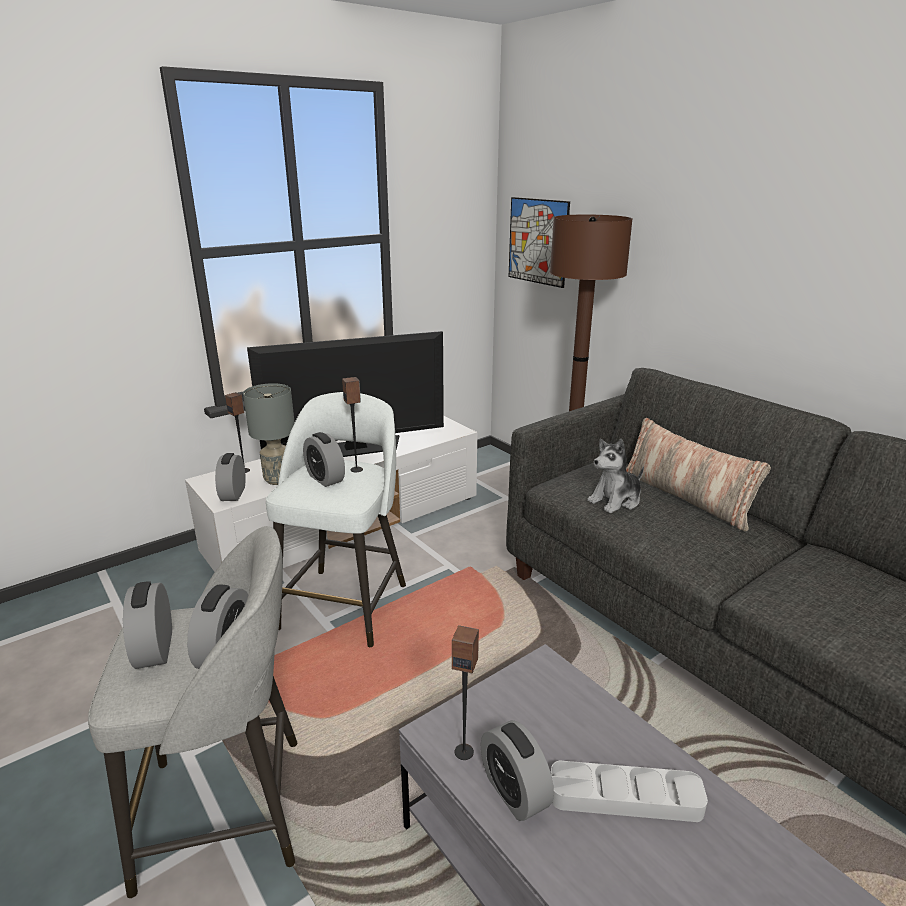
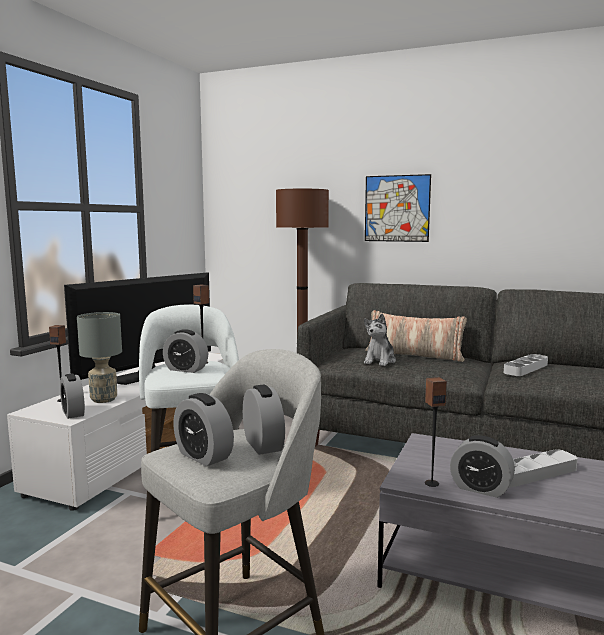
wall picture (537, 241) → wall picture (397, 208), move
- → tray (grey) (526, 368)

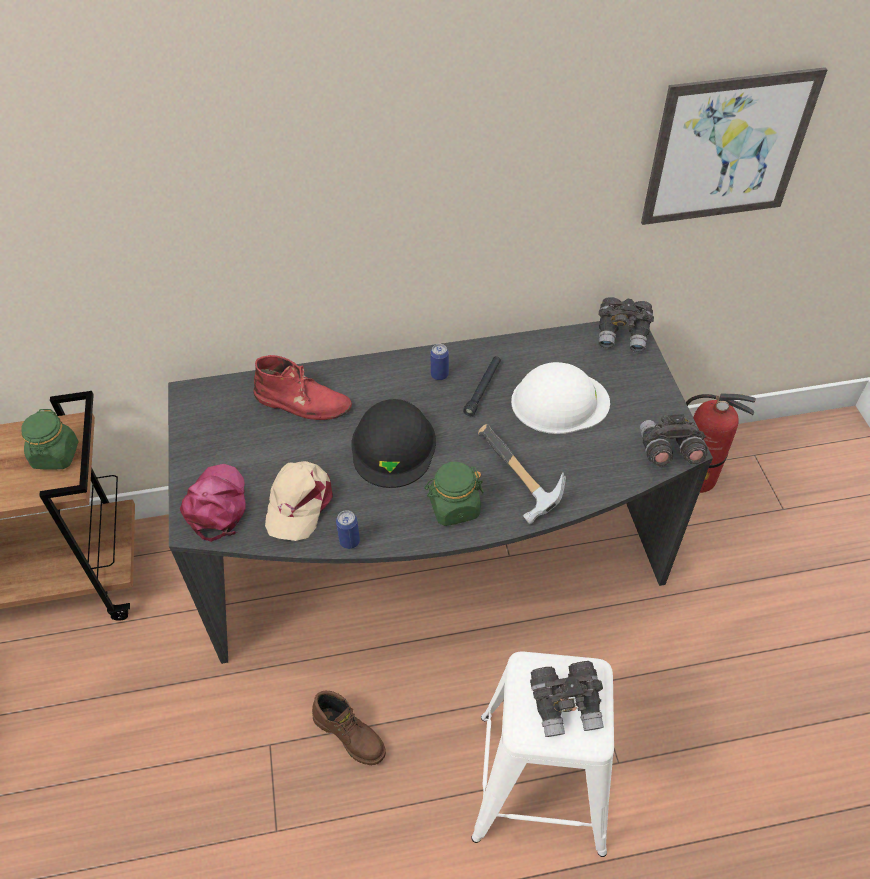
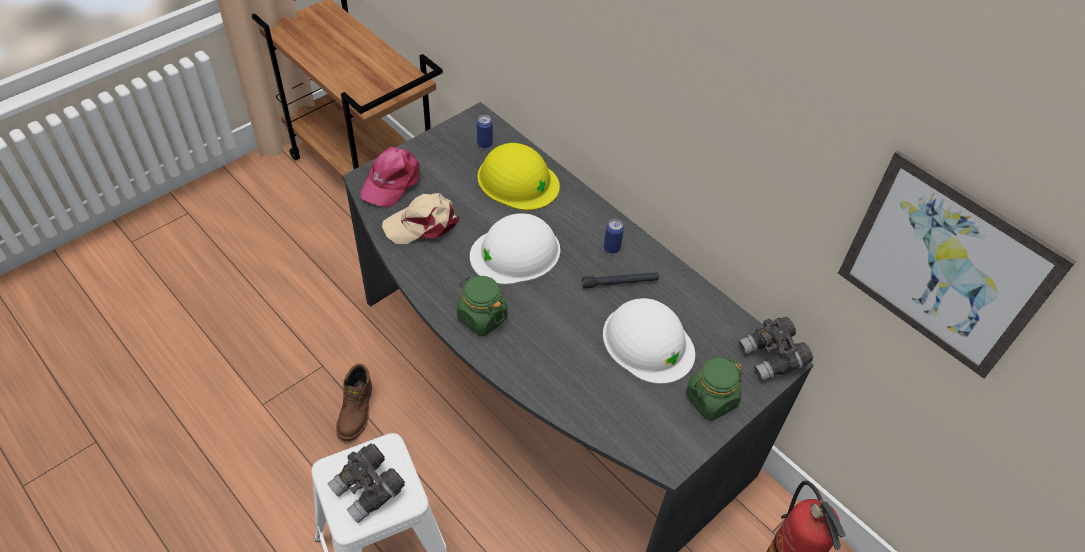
storage jar (greenish) (56, 455) → storage jar (greenish) (710, 400), move
cap (pink-coloured) (216, 505) → cap (pink-coloured) (391, 181), 150 degrees clockwise
tall boot (reddish) (303, 402) → hard hat (yellow) (517, 180)
metal can (349, 541) → metal can (484, 143), move
hard hat (black-coloured) (393, 445) → hard hat (white-coloured) (516, 252)
tool hammer (514, 480) → -
field glasses (grey) (668, 452) → -

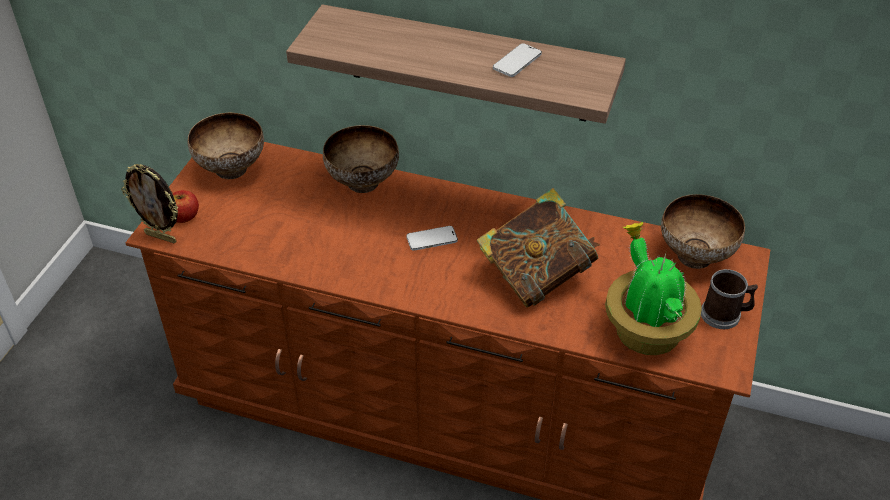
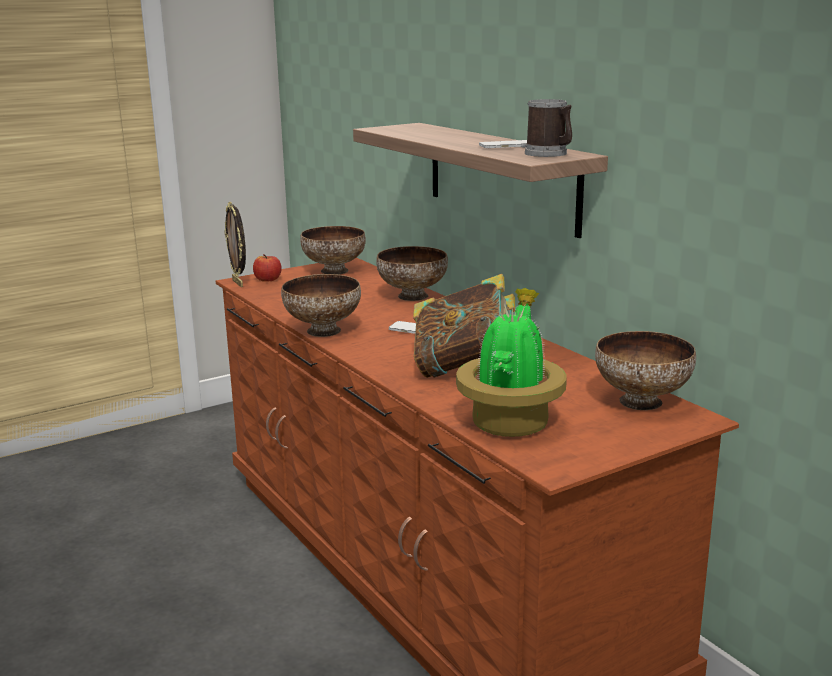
tea mug (725, 315) → tea mug (549, 154), move
- → deep dish (323, 330)

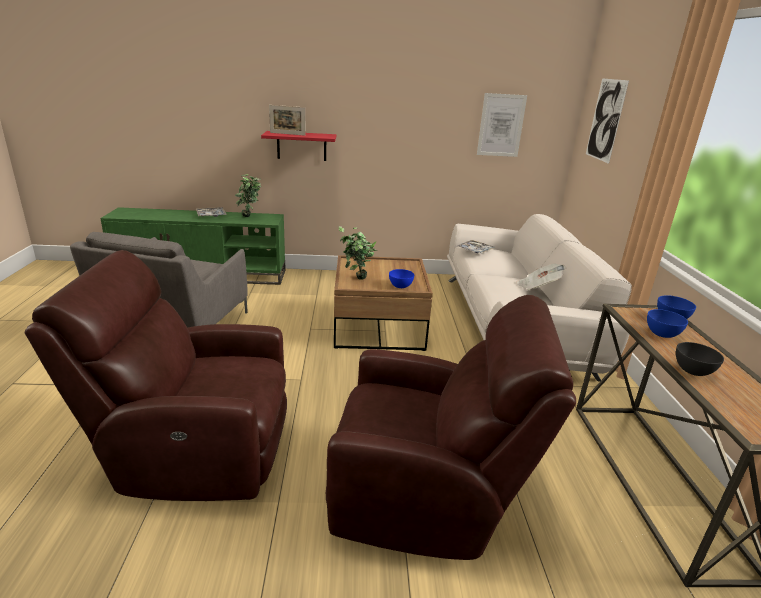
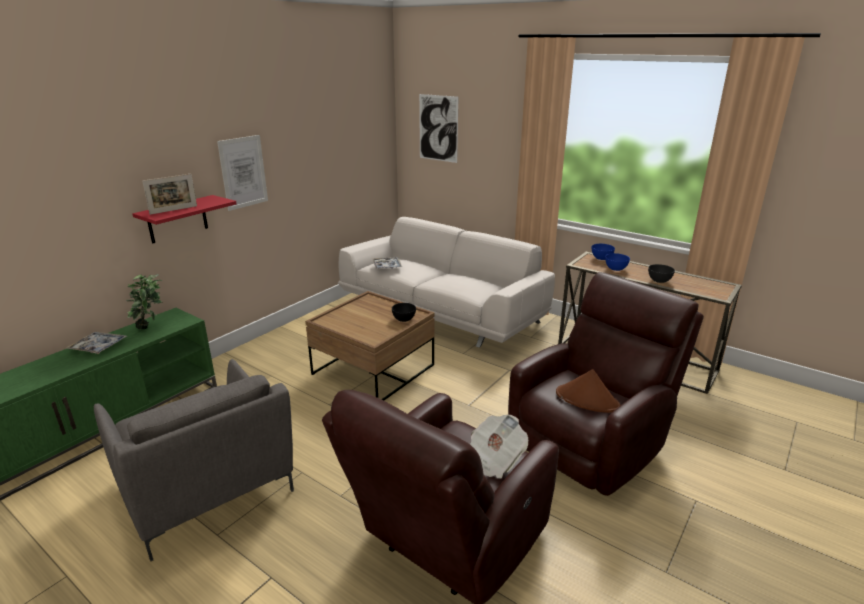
houseplant (356, 279) → -
deep dish (bluish) (400, 286) → deep dish (black-coloured) (404, 319)
wall picture (501, 125) → wall picture (243, 172), move
printed paper (538, 287) → printed paper (493, 459), move
- → clothing hat (brown) (587, 399)

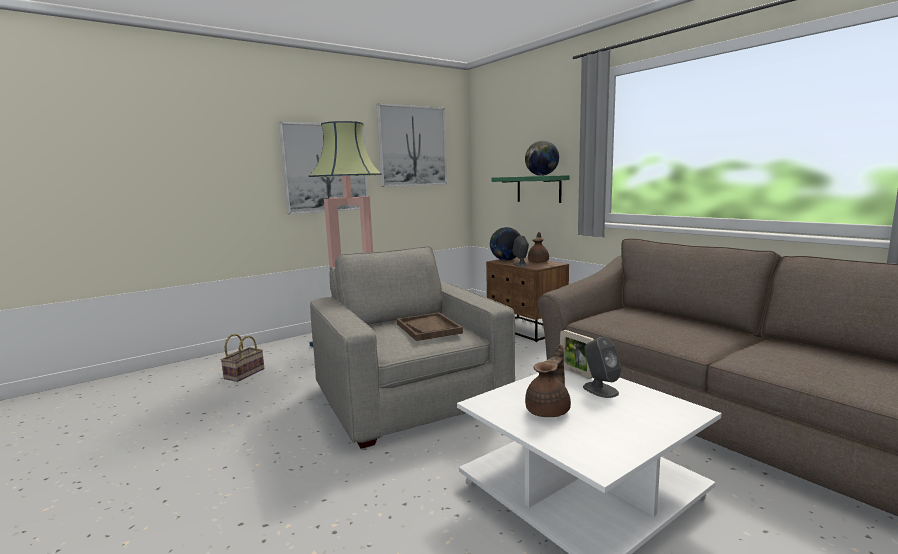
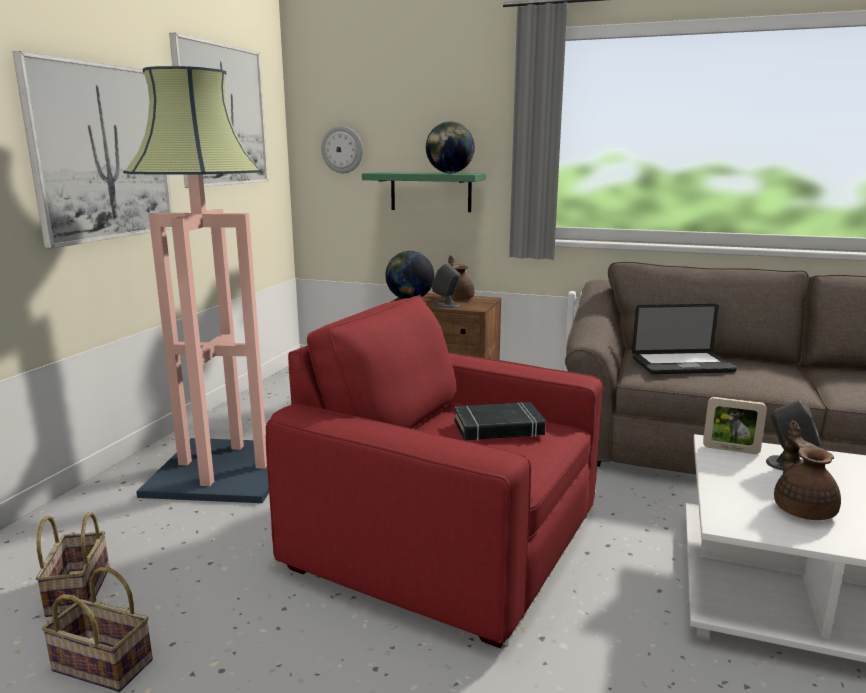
lounge chair (grey) (410, 398) → lounge chair (reddish) (447, 541)
tray (brown) (428, 328) → bound book (black-coloured) (498, 428)
- → storage basket (99, 666)
- → clock on the wall (342, 149)
- → notebook computer (682, 365)

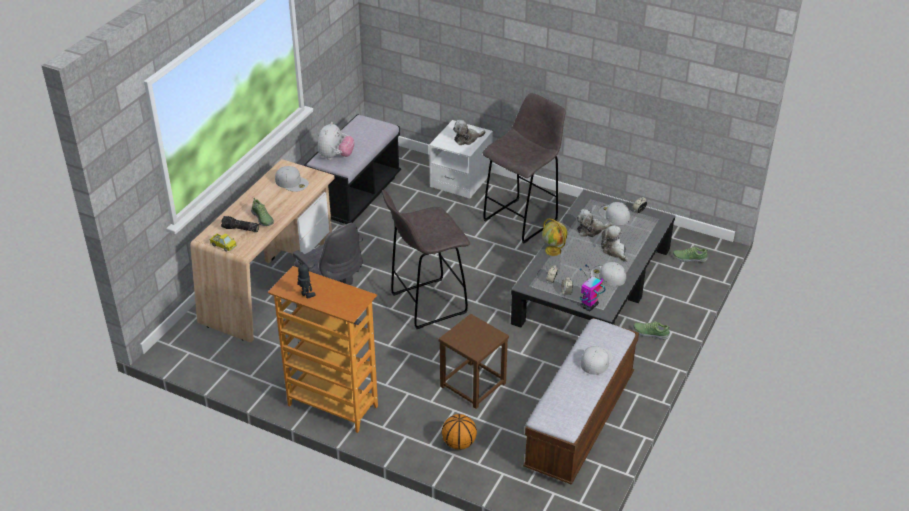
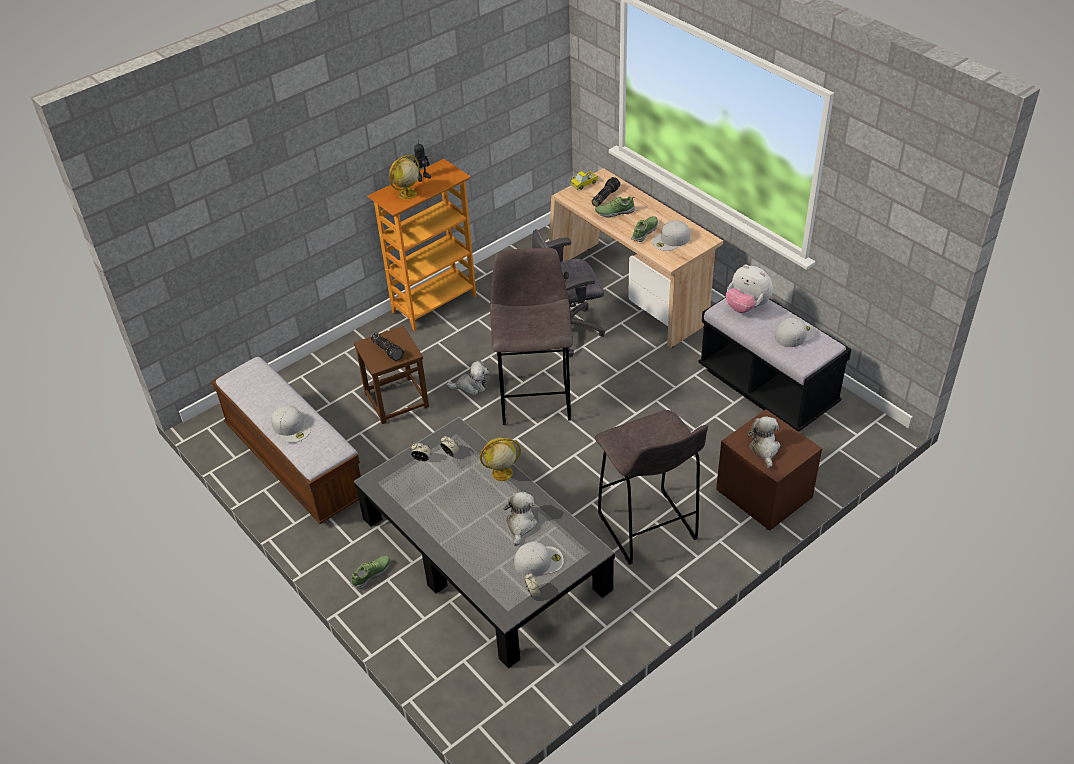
night table (white-coloured) (461, 180) → night table (brown) (764, 494)
basketball (458, 443) → -
robot figure (589, 306) → -
cap (white-coloured) (607, 276) → cap (white-coloured) (794, 334), move
soft toy (614, 251) → soft toy (471, 386), move
item of footwear (689, 258) → item of footwear (645, 232), move
- → hand torch (388, 350)
- → globe (407, 194)

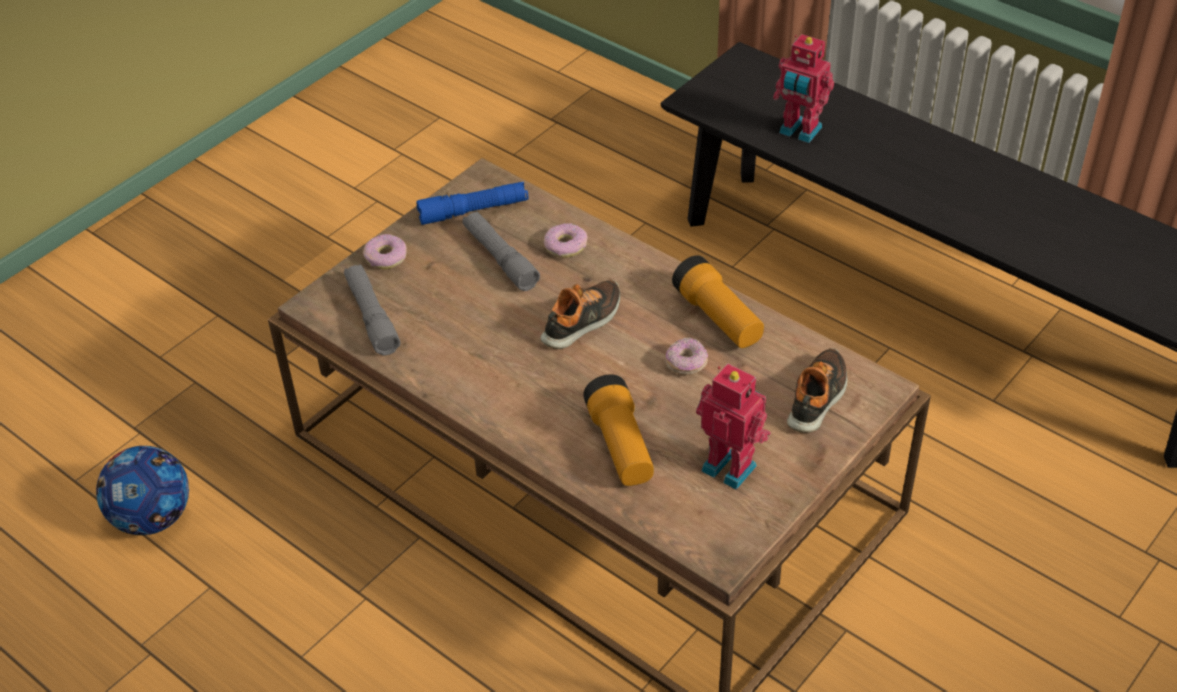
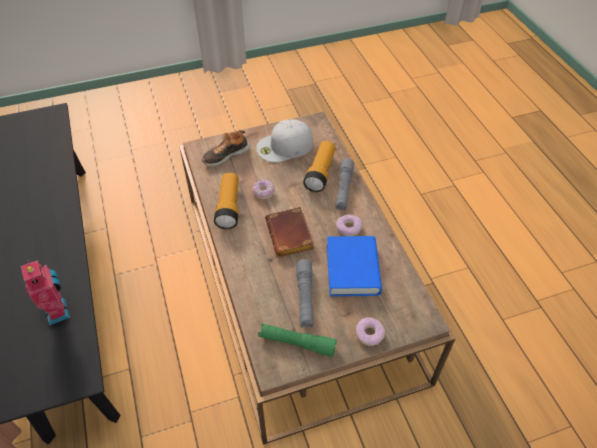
ball for football (153, 518) → -
hand torch (grey) (371, 316) → hand torch (grey) (344, 189), move
hand torch (bluish) (473, 211) → hand torch (greenish) (297, 343)
item of footwear (583, 322) → bound book (brown) (291, 236)
donut (565, 246) → donut (349, 228), move
robot figure (731, 466) → cap (white-coloured) (284, 146)
- → bound book (bluish) (352, 269)

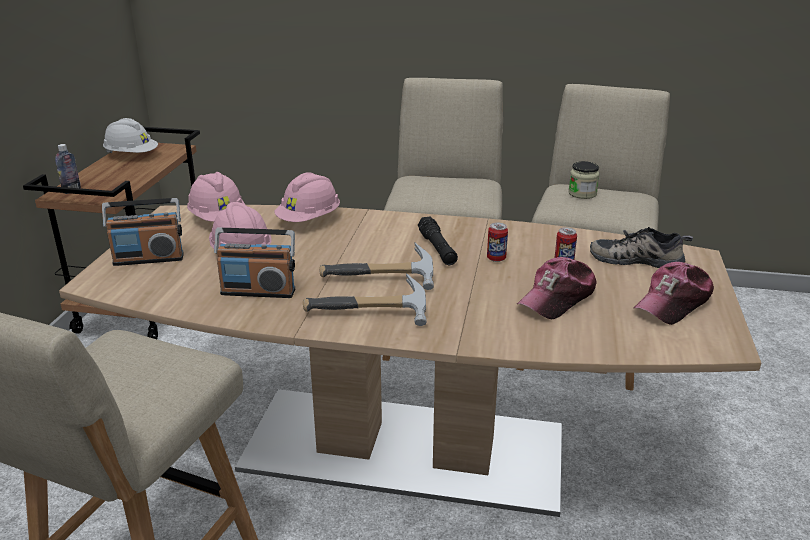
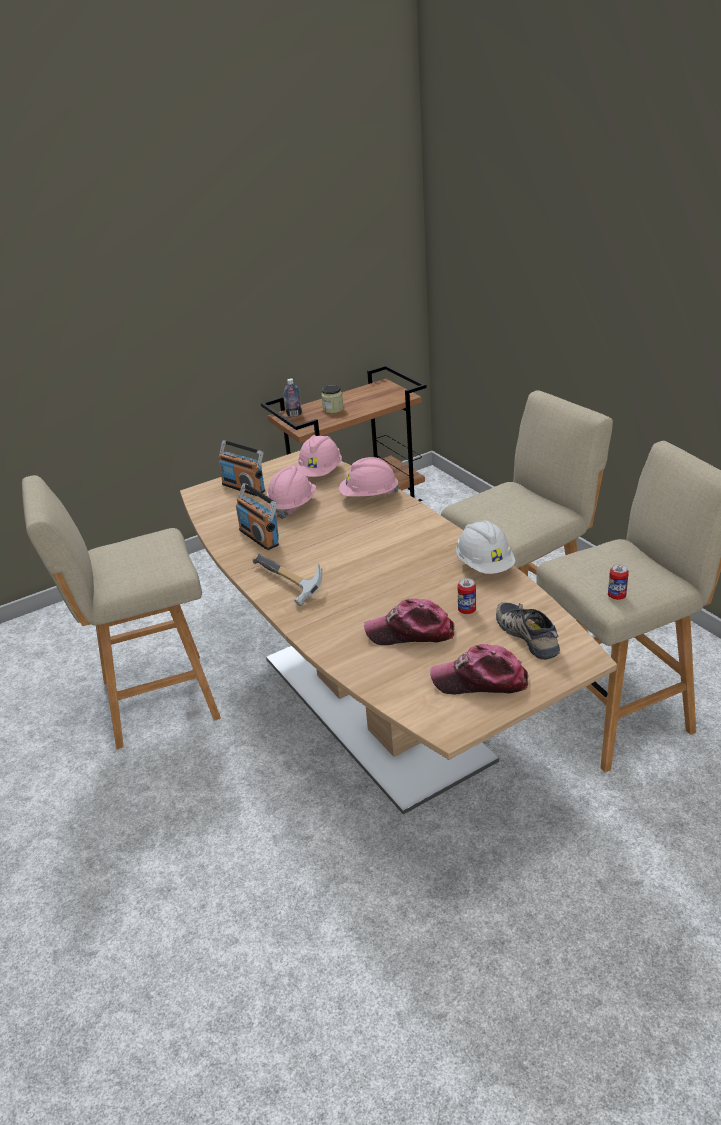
hard hat (white-coloured) (132, 155) → hard hat (white-coloured) (484, 565), move
tool hammer (382, 282) → -
hand torch (black-coloured) (437, 249) → -
metal can (496, 258) → metal can (616, 596), move
storage jar (582, 193) → storage jar (333, 409), move

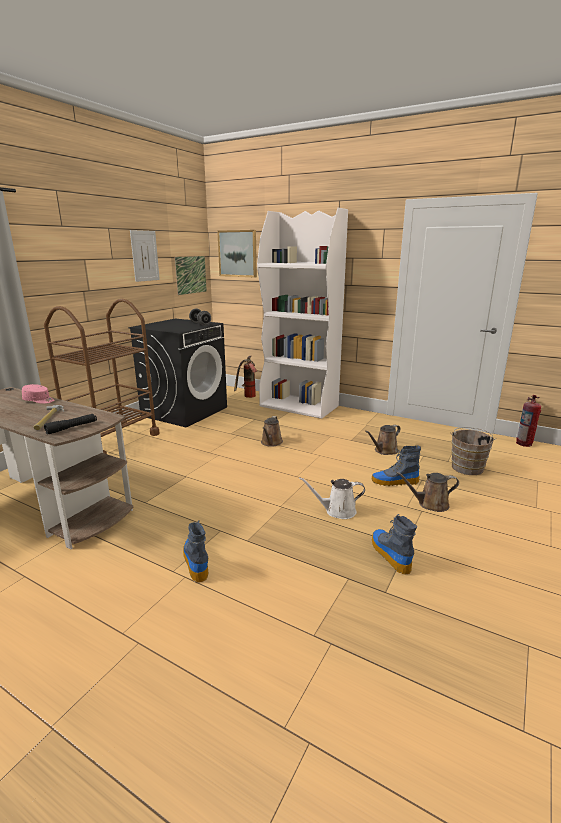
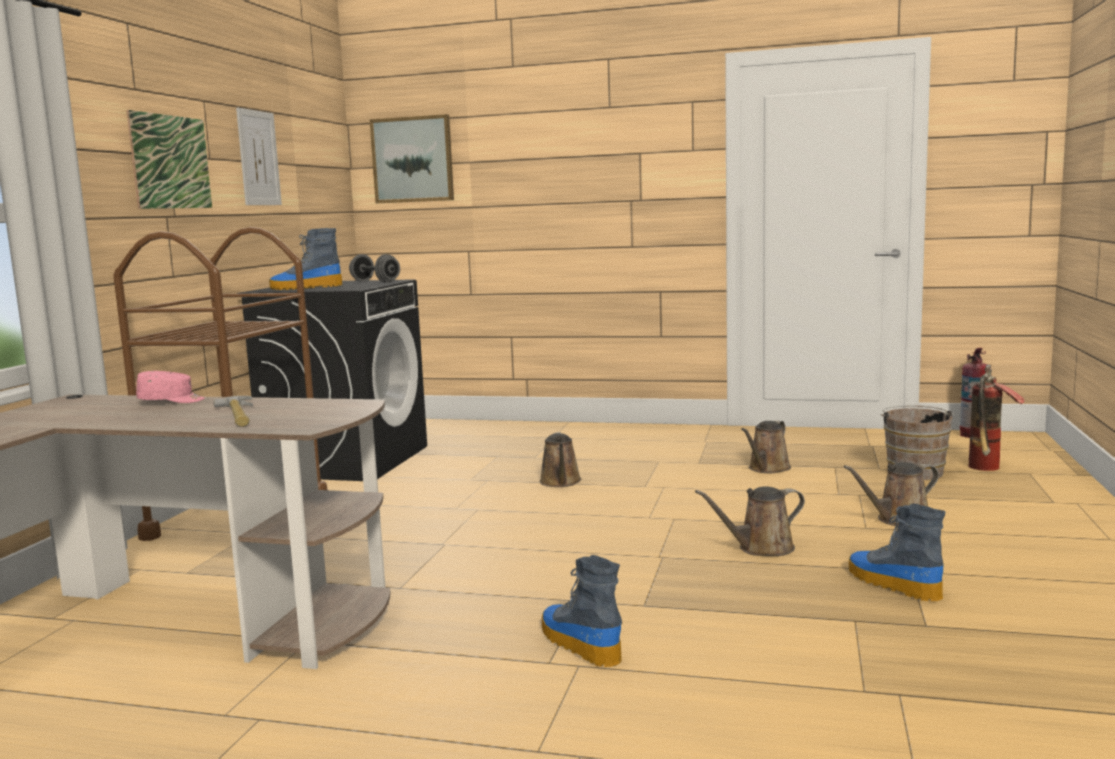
hand torch (black-coloured) (72, 428) → -
wall picture (190, 275) → wall picture (171, 162), move
fire-fighting cylinder (247, 397) → fire-fighting cylinder (987, 470), move
bookshelf (white-coloured) (299, 406) → -
watering pot (white-coloured) (337, 511) → watering pot (brown) (760, 548)
tall boot (394, 482) → tall boot (305, 288), move

